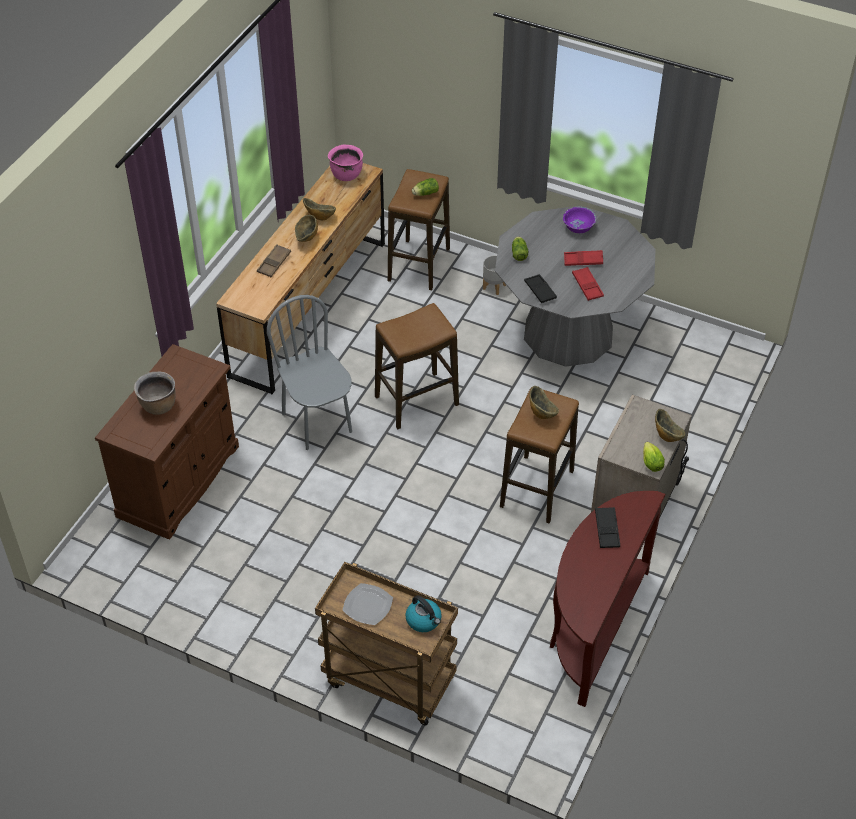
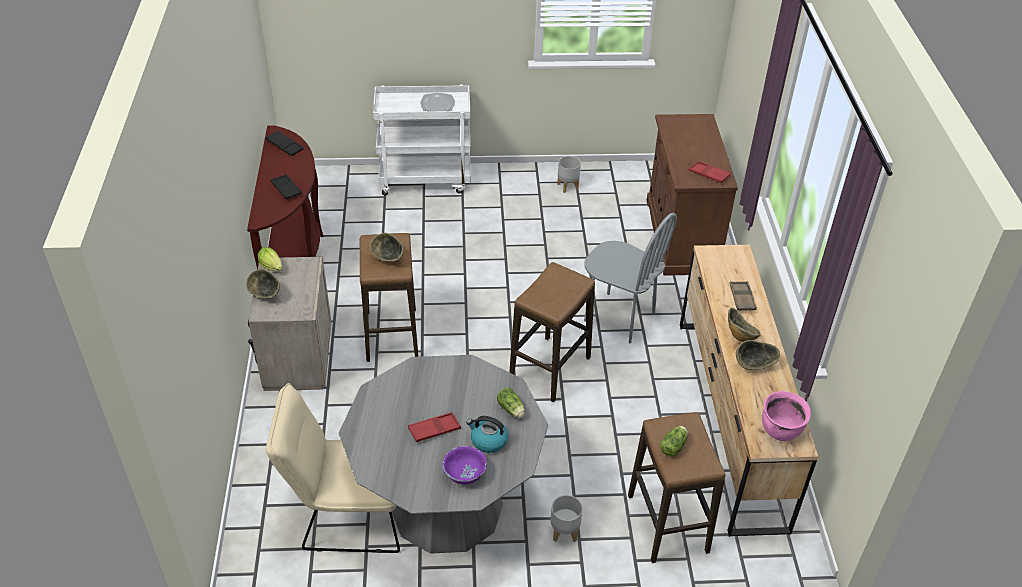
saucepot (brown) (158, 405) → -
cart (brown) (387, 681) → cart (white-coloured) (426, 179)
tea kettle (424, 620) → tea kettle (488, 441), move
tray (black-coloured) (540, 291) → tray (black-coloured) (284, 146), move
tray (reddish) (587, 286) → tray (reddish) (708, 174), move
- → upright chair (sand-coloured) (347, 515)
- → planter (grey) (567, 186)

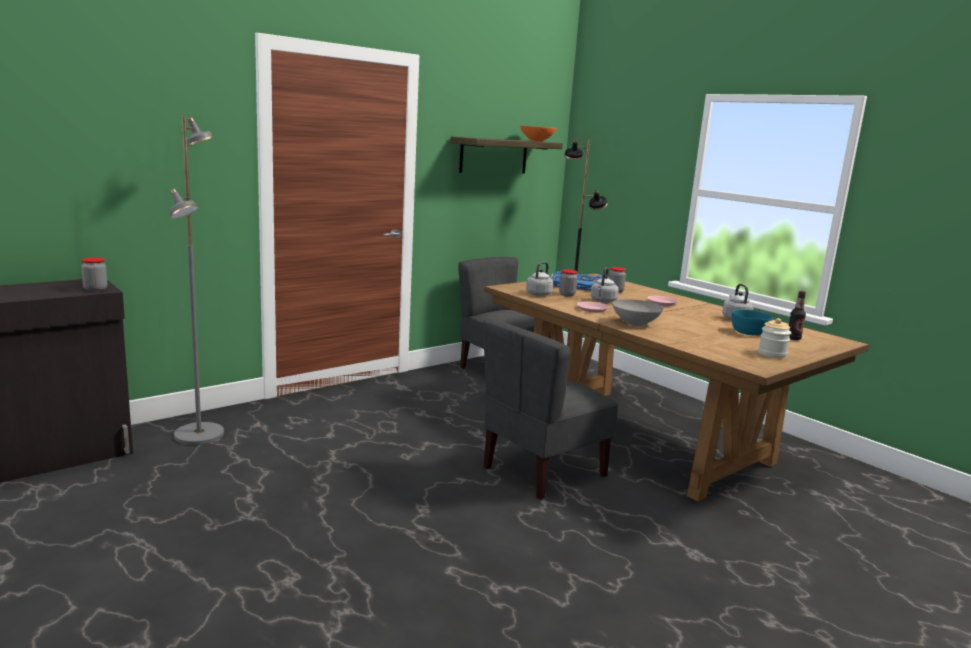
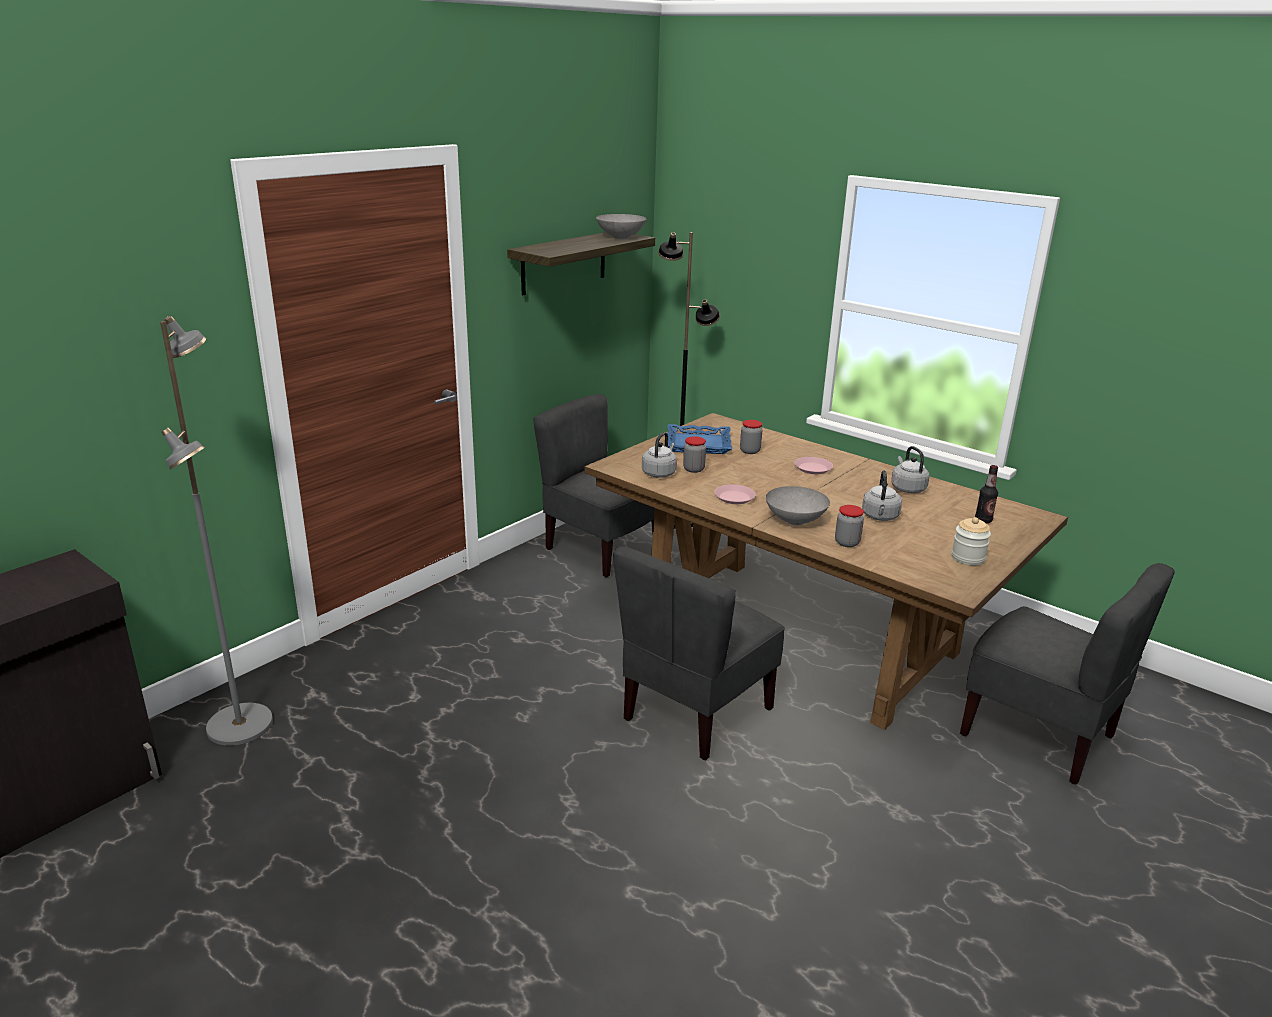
storage jar (95, 289) → storage jar (847, 542), move
deep dish (orange-coloured) (537, 141) → deep dish (grey) (621, 237)
tea kettle (grey) (603, 301) → tea kettle (grey) (880, 517), move
deep dish (turquoise-coloured) (749, 332) → -
- → upright chair (grey) (1038, 734)

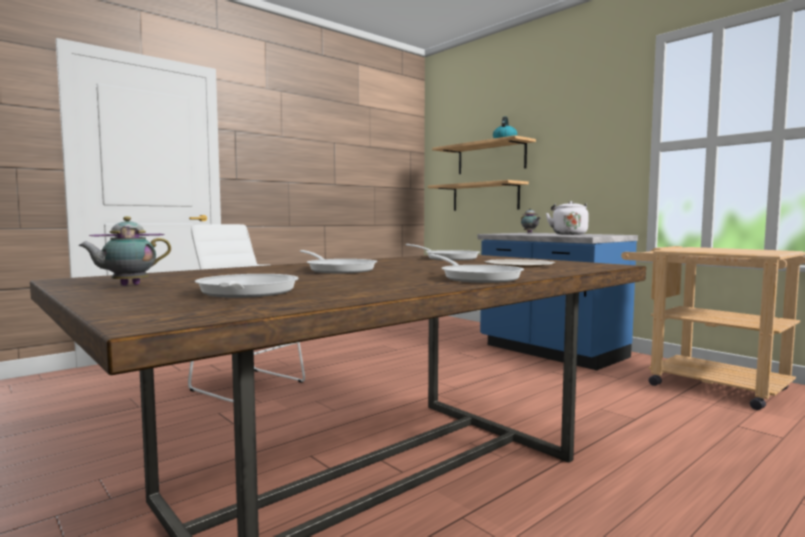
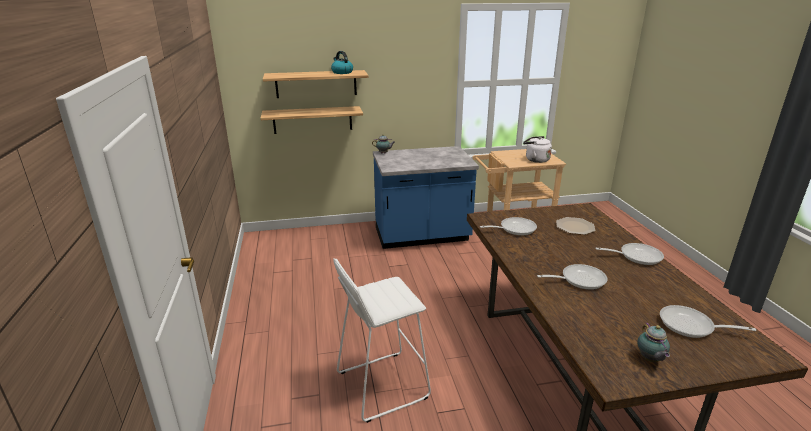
tea kettle (white-coloured) (568, 234) → tea kettle (white-coloured) (535, 159), move

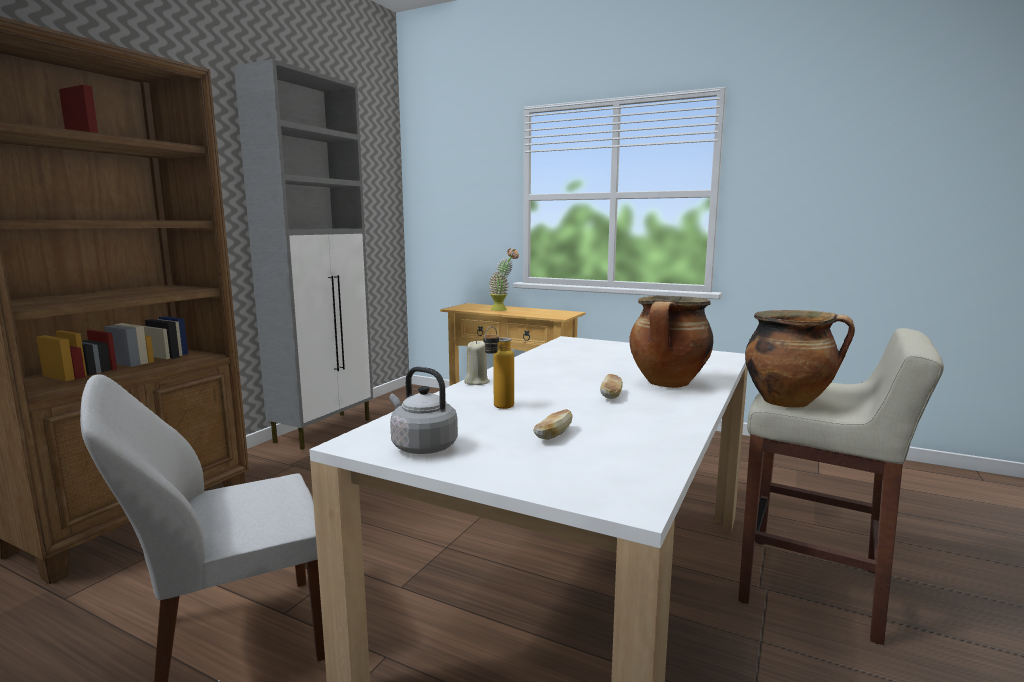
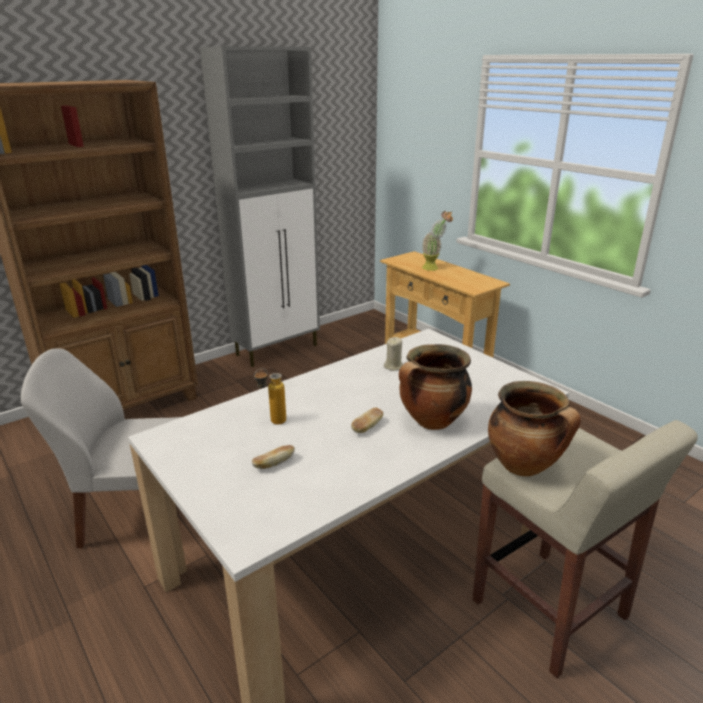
tea kettle (grey) (422, 446) → -
candle (sand-coloured) (477, 382) → candle (sand-coloured) (393, 366), move

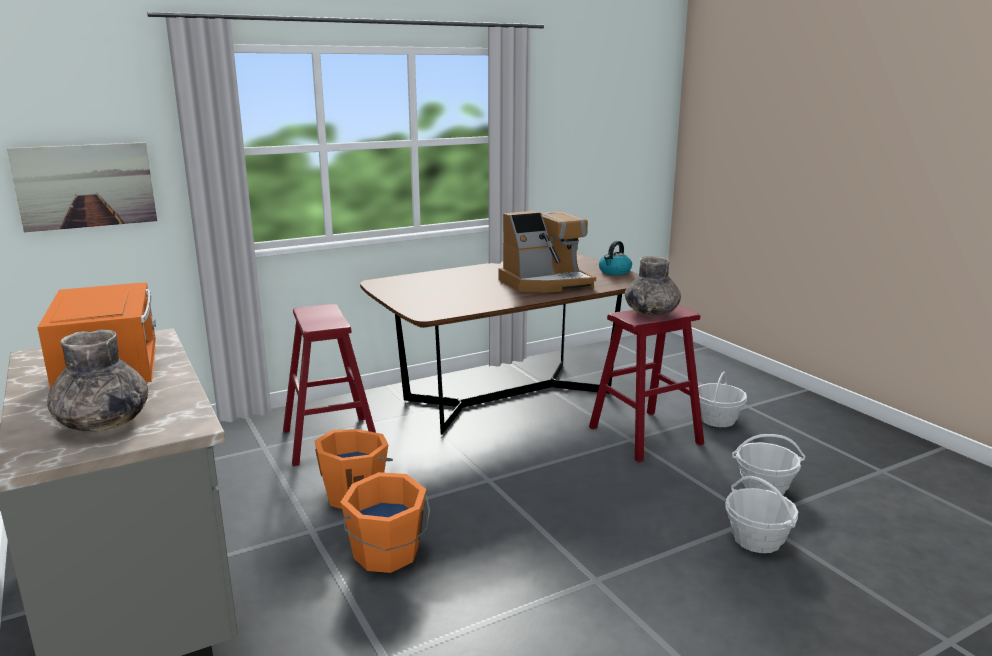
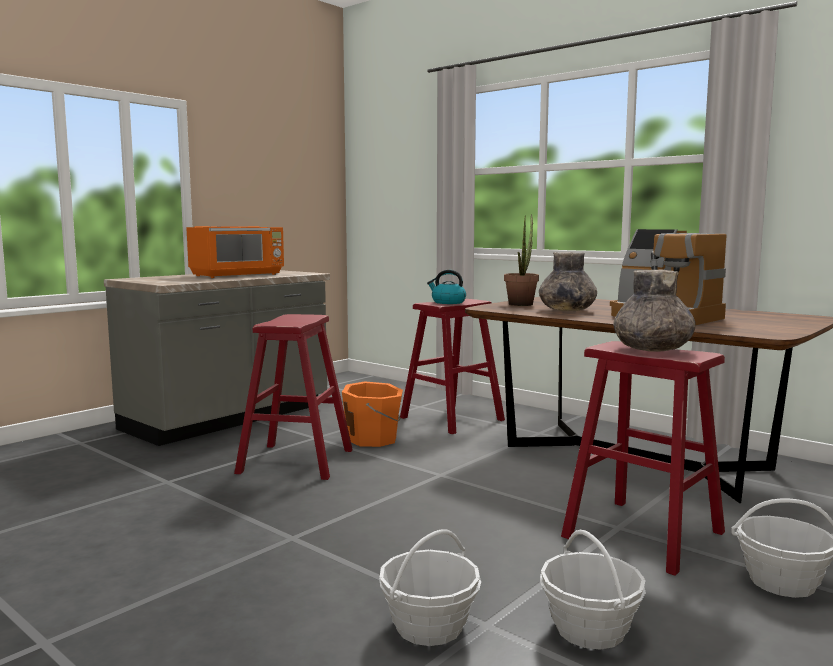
wall picture (85, 186) → -
decorative vase (grey) (103, 423) → decorative vase (grey) (566, 310), move
water bucket (orange-coloured) (387, 554) → stool seat (reddish) (296, 461)
tea kettle (614, 272) → tea kettle (448, 302), move
- → houseplant (522, 304)

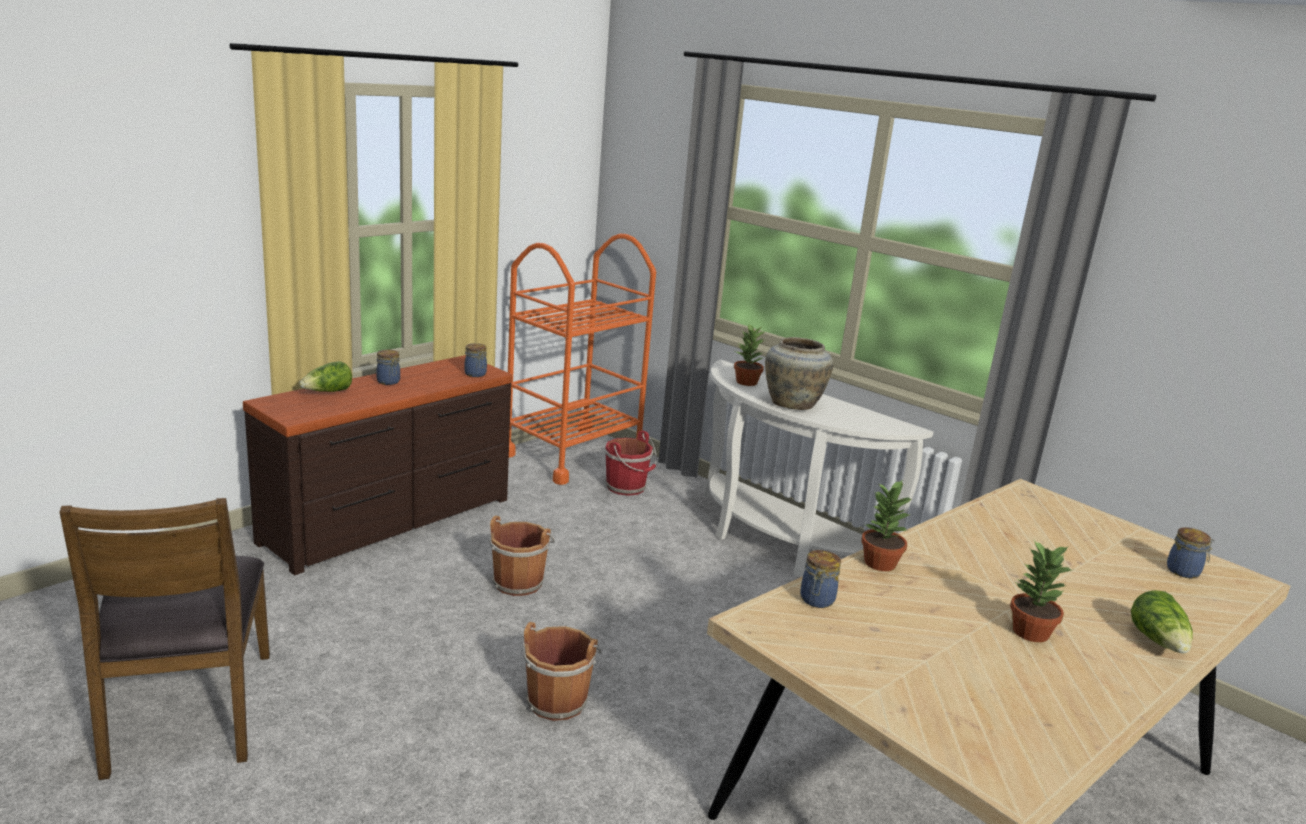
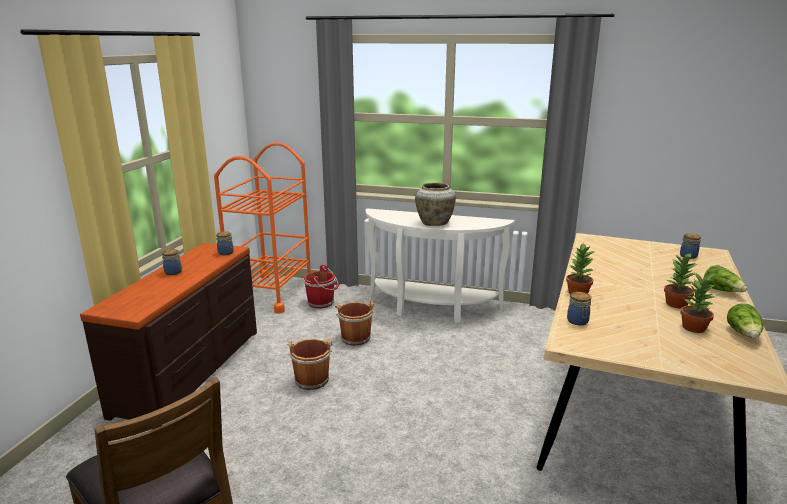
head of lettuce (328, 392) → head of lettuce (744, 334), move
water bucket (brown) (557, 699) → water bucket (brown) (355, 337), move
houseplant (746, 382) → houseplant (694, 328), move

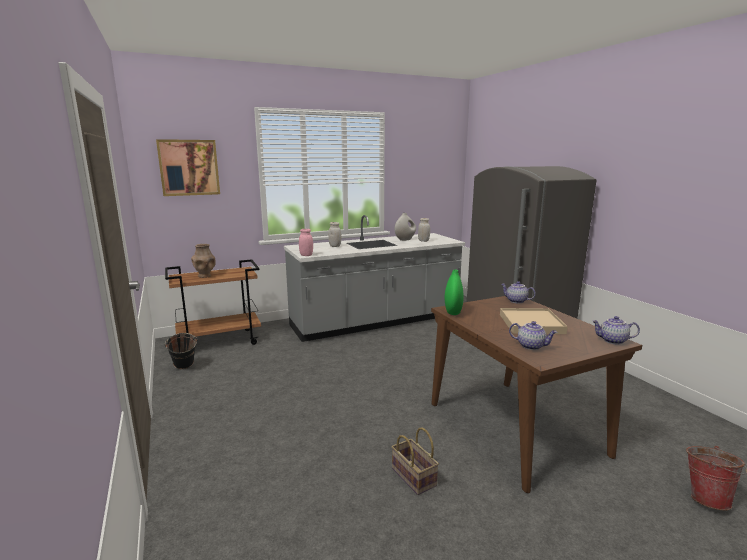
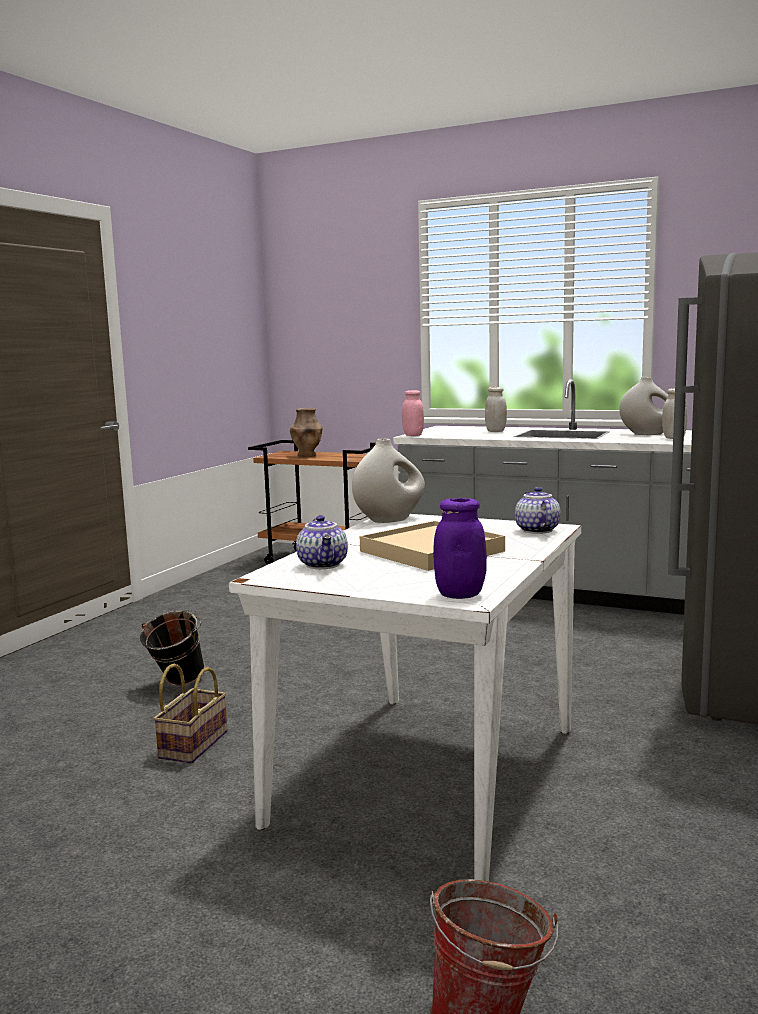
wall picture (189, 167) → -
water bucket (black-coloured) (184, 368) → water bucket (black-coloured) (176, 684), move
kitchen table (brown) (515, 428) → kitchen table (white-coloured) (428, 775)
decorative vase (greenish) (453, 311) → decorative vase (white-coloured) (389, 520)
tea pot (612, 341) → storage jar (purple-coloured) (460, 594)

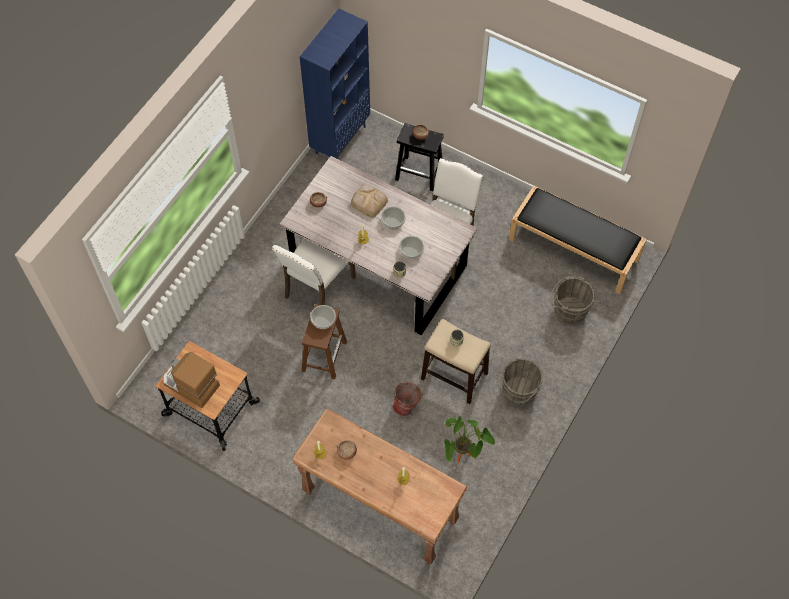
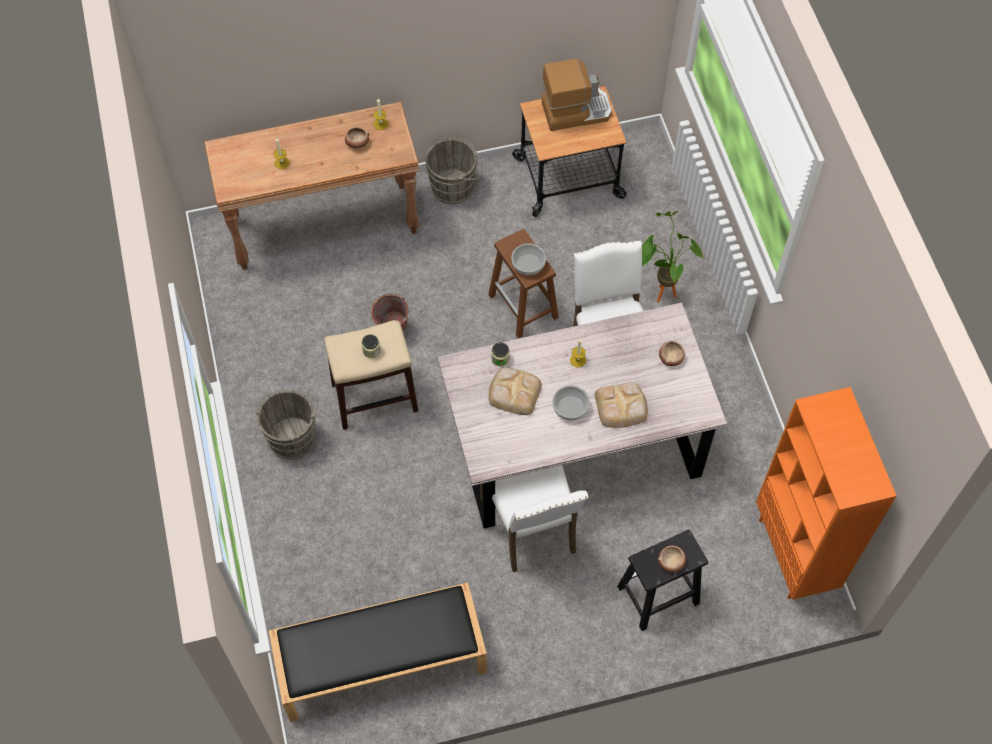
bookshelf (bluish) (340, 139) → bookshelf (orange-coloured) (794, 554)
deep dish (411, 251) → bread (514, 392)
houseplant (463, 459) → houseplant (659, 293), move
water bucket (grey) (568, 310) → water bucket (grey) (455, 186), move

